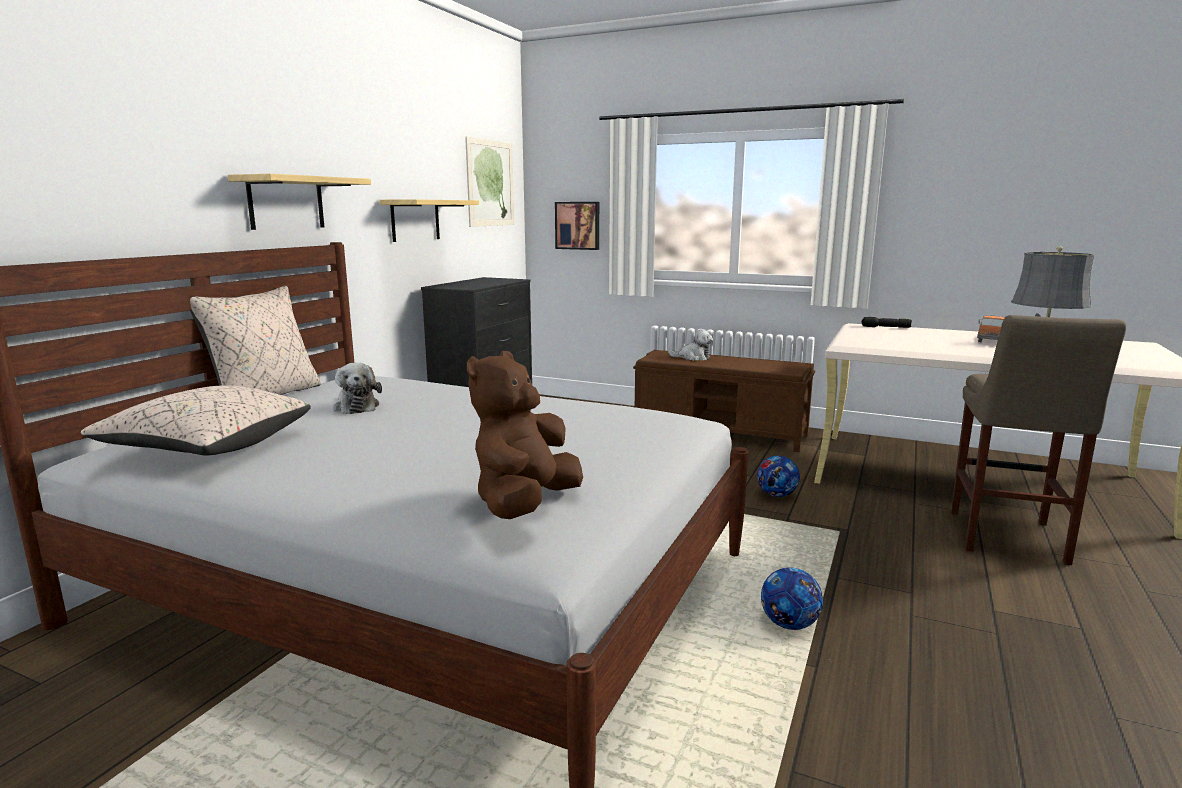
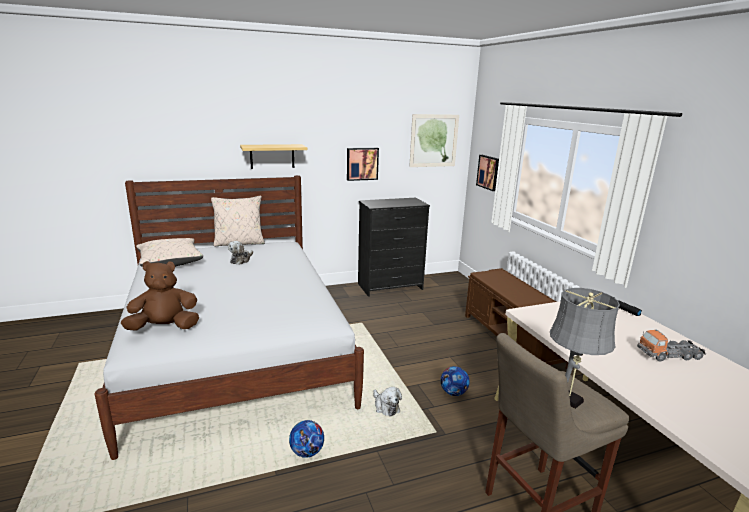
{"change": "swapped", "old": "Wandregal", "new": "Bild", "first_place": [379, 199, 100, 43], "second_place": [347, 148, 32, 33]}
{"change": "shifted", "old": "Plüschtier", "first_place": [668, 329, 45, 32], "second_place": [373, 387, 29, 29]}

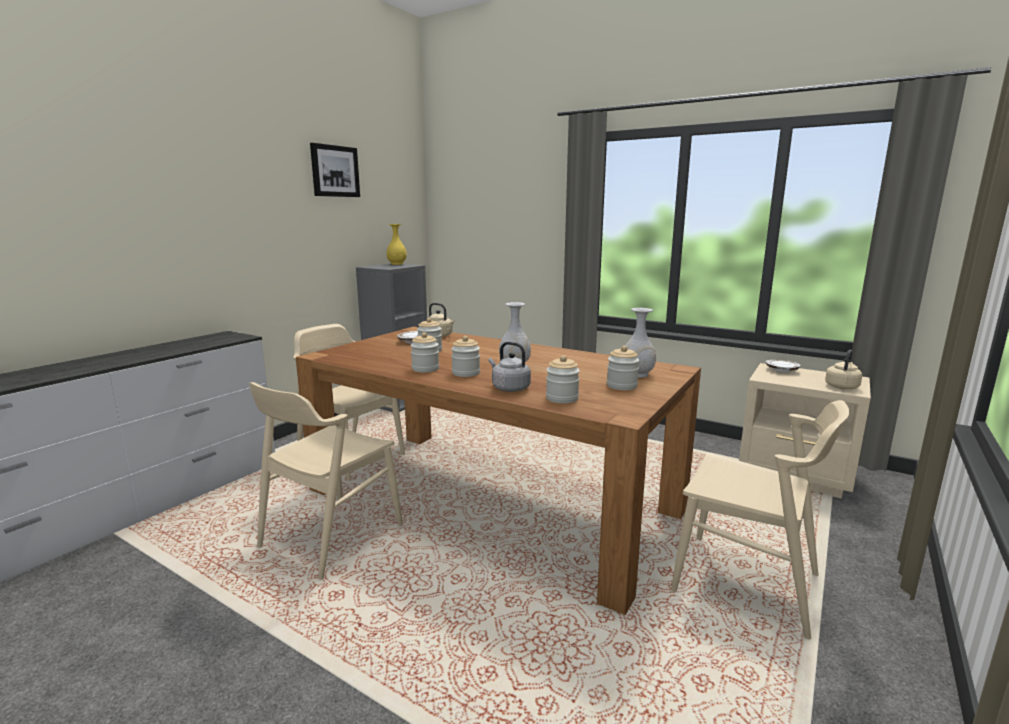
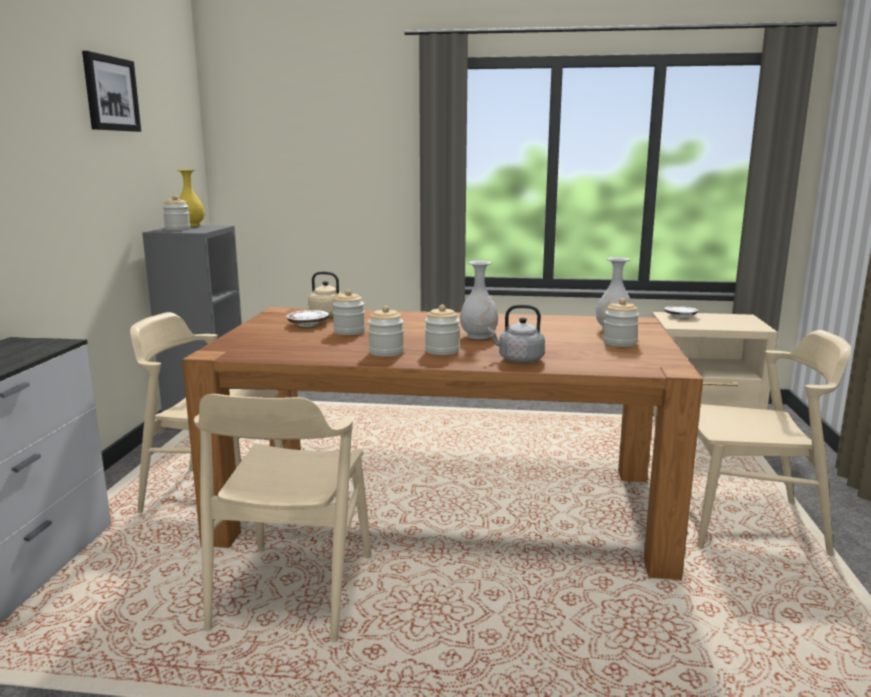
{"change": "shifted", "old": "Vorratsglas", "first_place": [546, 355, 34, 48], "second_place": [163, 195, 28, 36]}
{"change": "gone", "old": "Wasserkessel/beige", "first_place": [825, 350, 37, 39]}

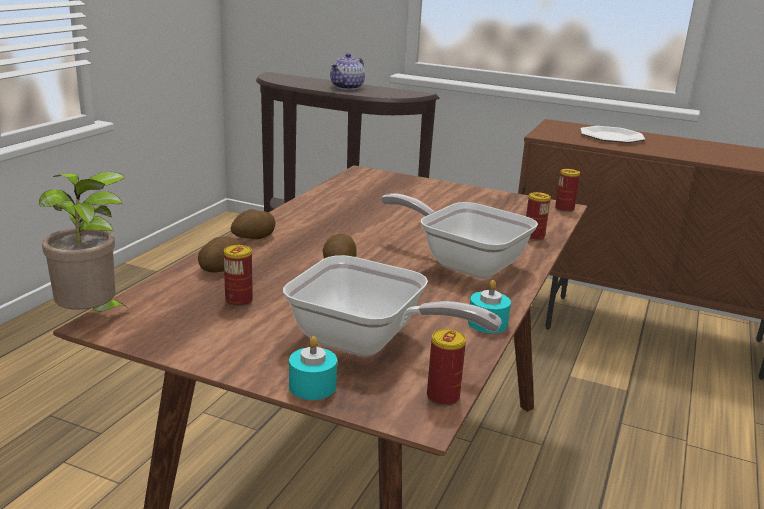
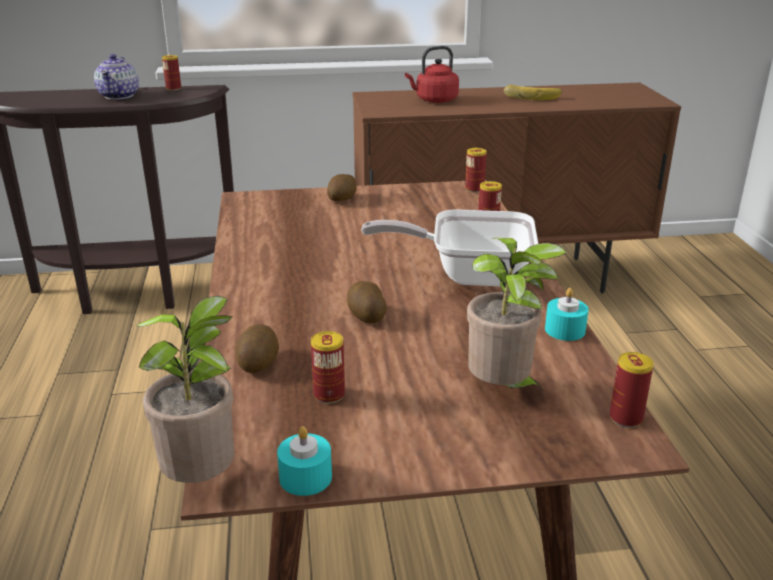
{"change": "new", "new": "Dose", "second_place": [162, 55, 19, 36]}
{"change": "shifted", "old": "Kerze/türkis", "first_place": [289, 336, 48, 64], "second_place": [277, 426, 55, 70]}
{"change": "shifted", "old": "Kartoffel", "first_place": [231, 209, 44, 30], "second_place": [327, 174, 30, 27]}
{"change": "swapped", "old": "Teller", "new": "Wasserkessel/rot", "first_place": [580, 126, 65, 17], "second_place": [405, 46, 54, 57]}
{"change": "swapped", "old": "Pfanne", "new": "Topfpflanze", "first_place": [283, 255, 219, 101], "second_place": [467, 238, 100, 154]}
{"change": "new", "new": "Banane", "second_place": [504, 85, 58, 15]}

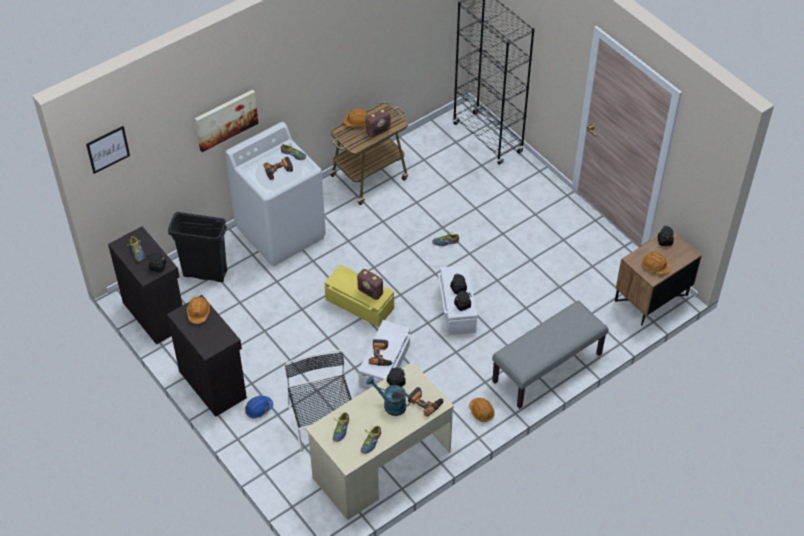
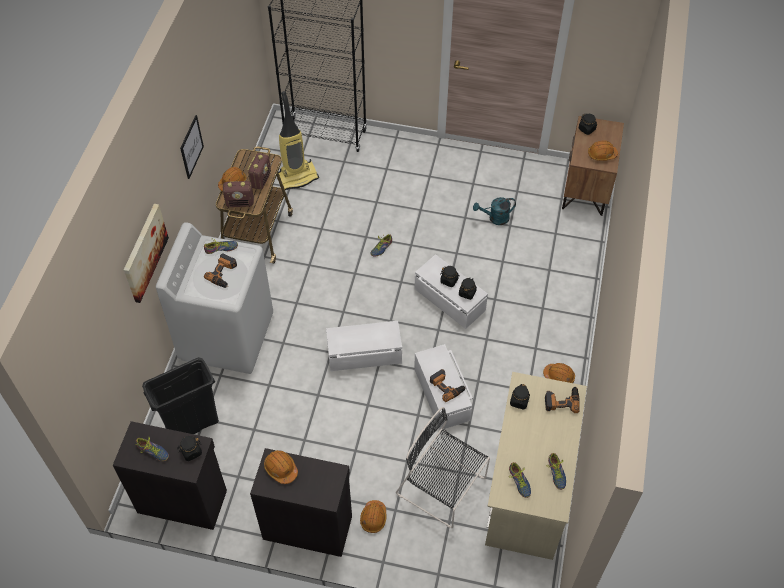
{"change": "shifted", "old": "Bild", "first_place": [86, 126, 44, 48], "second_place": [180, 115, 24, 64]}
{"change": "shifted", "old": "Radio", "first_place": [357, 269, 26, 31], "second_place": [223, 181, 31, 26]}
{"change": "new", "new": "Staubsauger", "second_place": [278, 91, 41, 99]}
{"change": "repainted", "old": "Aufbewahrungsbox/gelb", "new": "Aufbewahrungsbox/weiß", "first_place": [324, 264, 70, 63], "second_place": [326, 321, 76, 50]}
{"change": "repainted", "old": "Schutzhelm/blau", "new": "Schutzhelm/orange", "first_place": [245, 396, 28, 23], "second_place": [360, 500, 27, 33]}
{"change": "shifted", "old": "Gießkanne/türkis", "first_place": [366, 376, 45, 40], "second_place": [473, 197, 43, 28]}
{"change": "gone", "old": "Bank/grau", "first_place": [492, 300, 117, 109]}

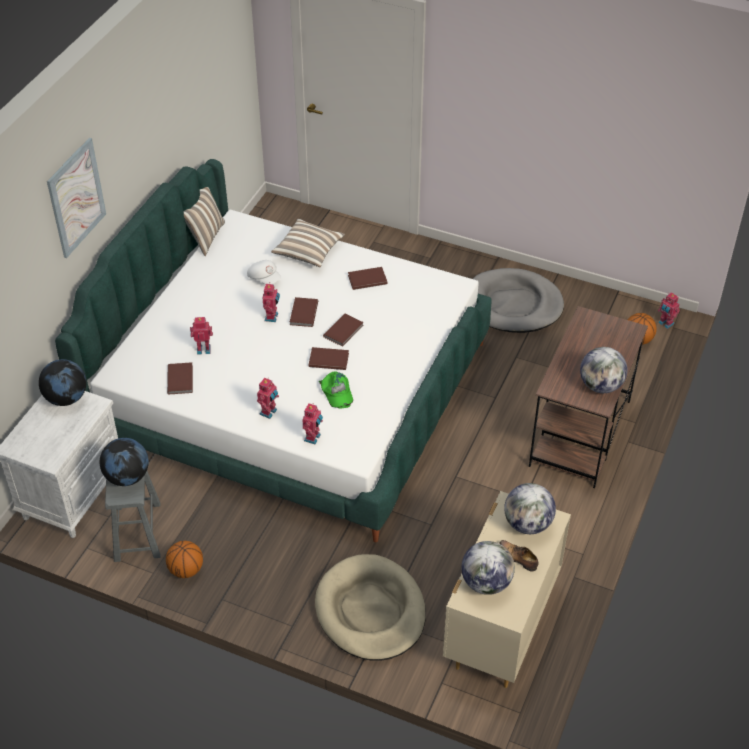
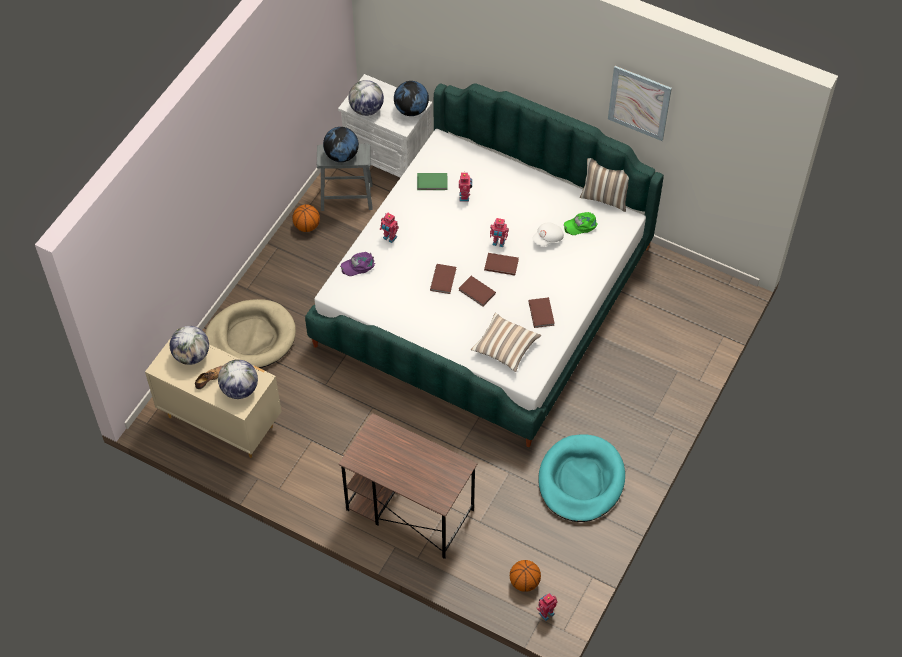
{"change": "swapped", "old": "Spielzeugroboter", "new": "Kappe/lila", "first_place": [302, 403, 21, 41], "second_place": [340, 252, 35, 24]}
{"change": "shifted", "old": "Globus", "first_place": [580, 347, 47, 46], "second_place": [348, 80, 36, 36]}
{"change": "repainted", "old": "Buch/braun", "new": "Buch/grün", "first_place": [167, 362, 26, 32], "second_place": [417, 173, 30, 17]}
{"change": "shifted", "old": "Kissen", "first_place": [271, 219, 74, 48], "second_place": [471, 313, 70, 59]}
{"change": "repainted", "old": "Hundebett/grau", "new": "Hundebett/türkis", "first_place": [473, 268, 91, 65], "second_place": [539, 434, 86, 88]}
{"change": "shifted", "old": "Kappe/grün", "first_place": [319, 371, 34, 38], "second_place": [563, 212, 35, 23]}
{"change": "shifted", "old": "Bild", "first_place": [47, 138, 59, 120], "second_place": [608, 66, 64, 75]}

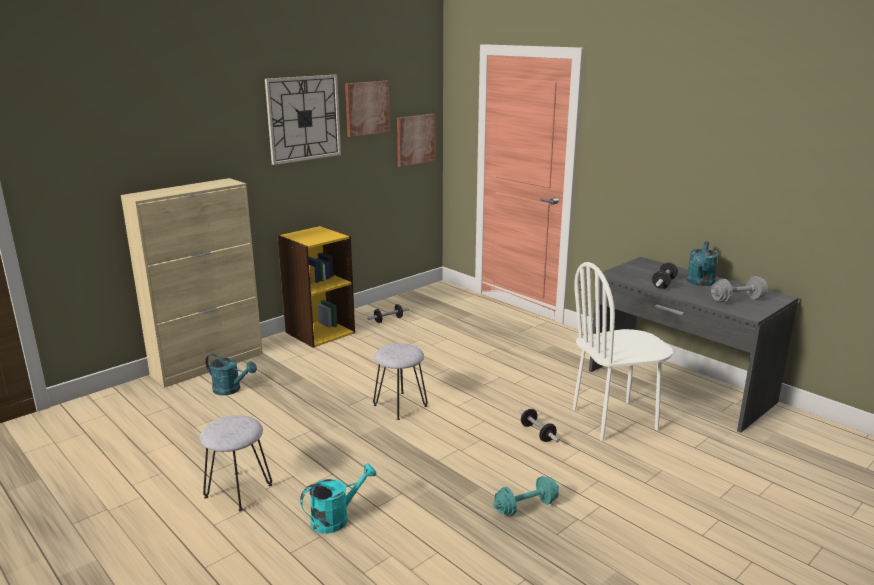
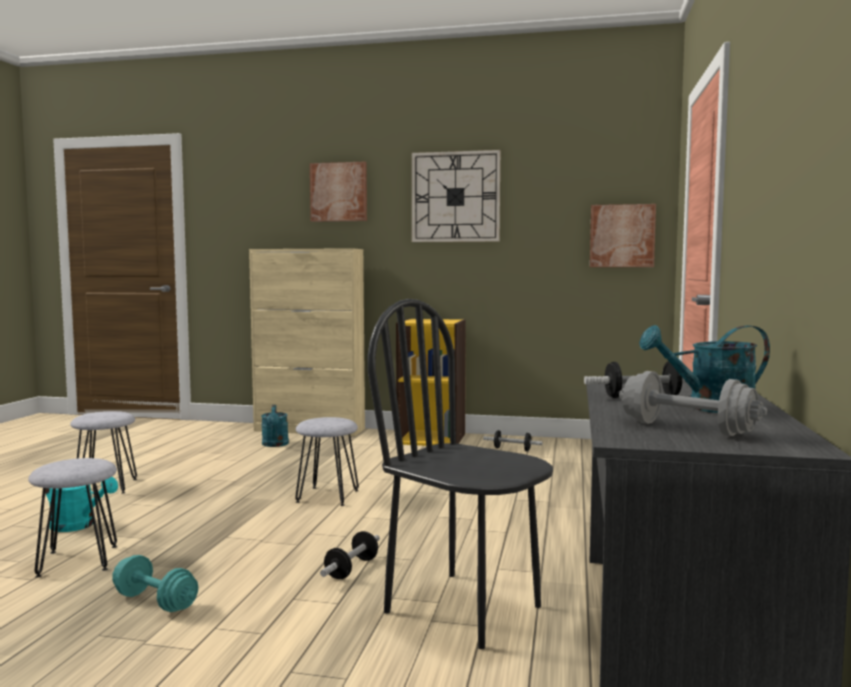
{"change": "new", "new": "Hocker/grau", "second_place": [28, 458, 89, 120]}
{"change": "shifted", "old": "Bild", "first_place": [345, 81, 45, 56], "second_place": [310, 162, 57, 60]}
{"change": "repainted", "old": "Stuhl/weiß", "new": "Stuhl/schwarz", "first_place": [573, 262, 100, 179], "second_place": [367, 299, 186, 350]}

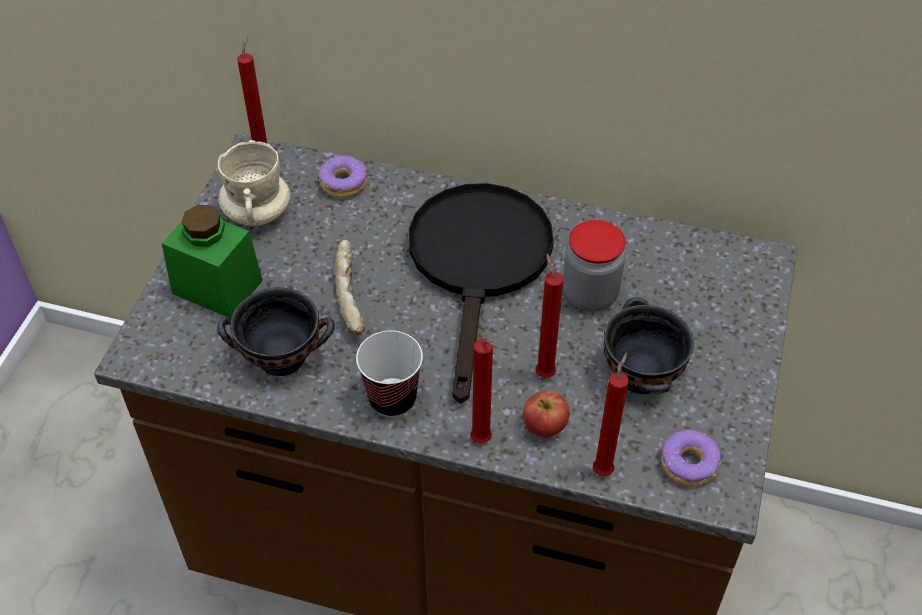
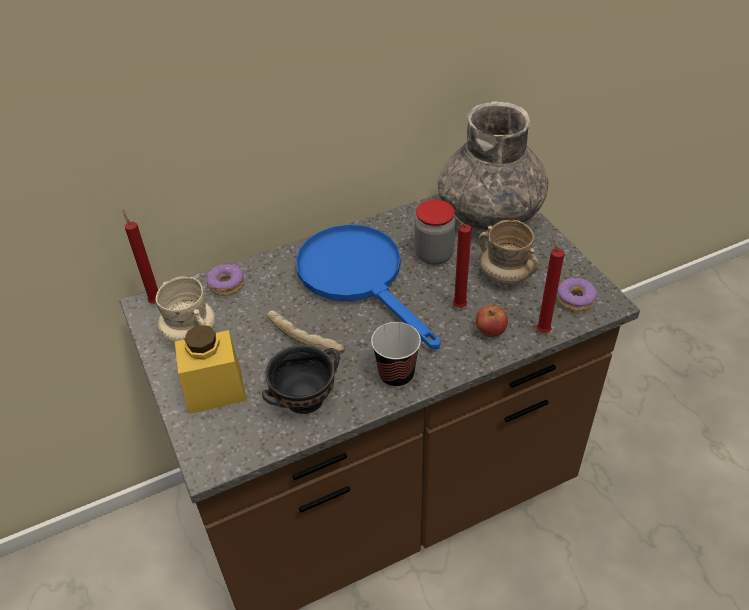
{"change": "repainted", "old": "Vorratsglas/grün", "new": "Vorratsglas/gelb", "first_place": [162, 205, 101, 112], "second_place": [175, 325, 72, 89]}
{"change": "repainted", "old": "Pfanne/schwarz", "new": "Pfanne/blau", "first_place": [409, 183, 145, 220], "second_place": [296, 224, 145, 125]}
{"change": "new", "new": "Vase/grau", "second_place": [438, 101, 110, 129]}
{"change": "swapped", "old": "Schüssel/schwarz", "new": "Henkelbecher/beige", "first_place": [604, 297, 90, 97], "second_place": [479, 220, 60, 65]}
{"change": "gone", "old": "Kerze/rot", "first_place": [470, 339, 27, 105]}

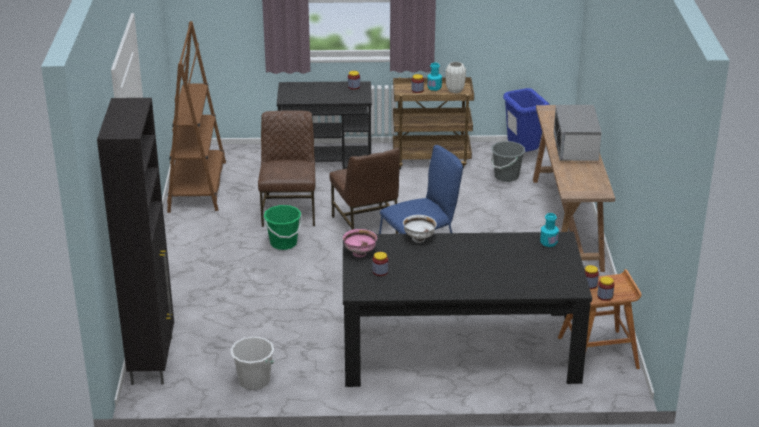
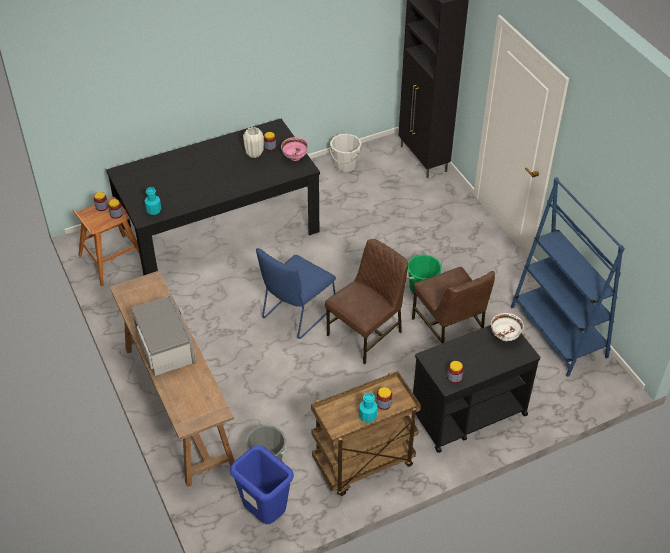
{"change": "shifted", "old": "Vase/weiß", "first_place": [446, 62, 20, 31], "second_place": [243, 127, 21, 31]}
{"change": "rotated", "old": "Stuhl/braun", "first_place": [330, 148, 70, 86], "second_place": [325, 239, 83, 125], "degrees": 90}
{"change": "shifted", "old": "Schüssel/weiß", "first_place": [403, 215, 34, 28], "second_place": [491, 313, 33, 28]}
{"change": "repainted", "old": "Bücherregal/braun", "new": "Bücherregal/blau", "first_place": [167, 21, 59, 192], "second_place": [511, 177, 114, 200]}

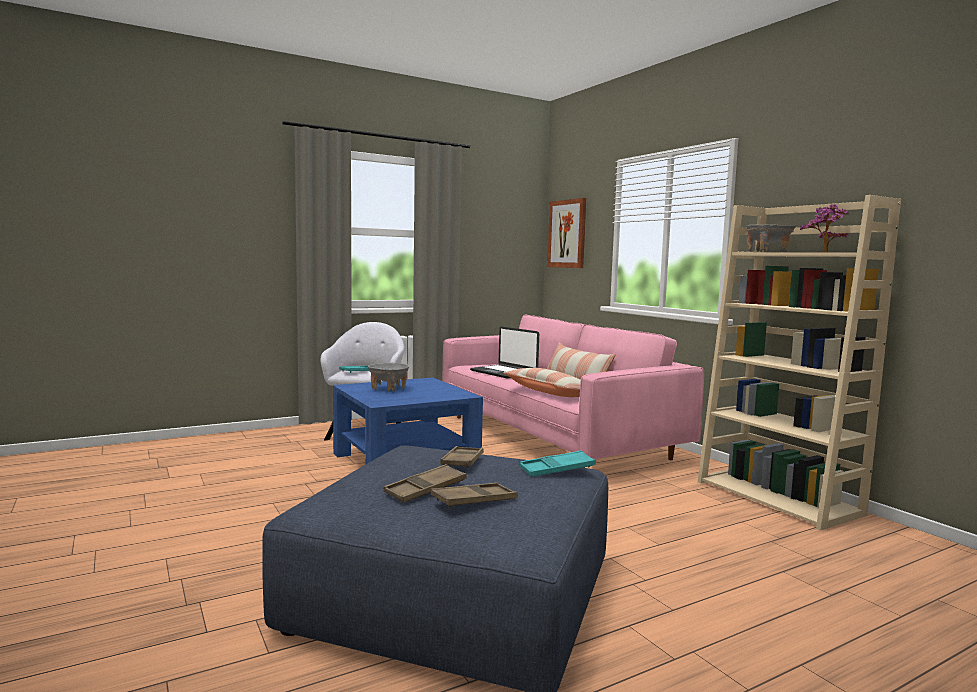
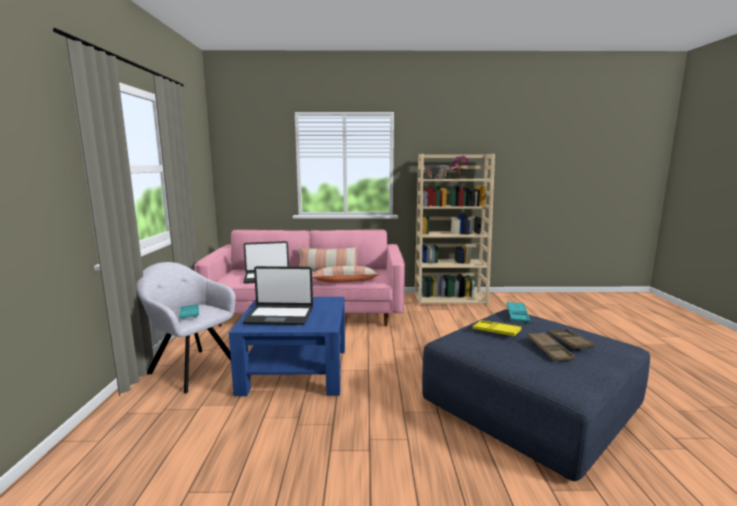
{"change": "swapped", "old": "Schüssel/grau", "new": "Laptop", "first_place": [368, 362, 41, 30], "second_place": [243, 266, 70, 59]}
{"change": "repainted", "old": "Tablett/braun", "new": "Tablett/gelb", "first_place": [440, 446, 44, 23], "second_place": [473, 320, 48, 17]}
{"change": "gone", "old": "Bild", "first_place": [547, 198, 40, 70]}

